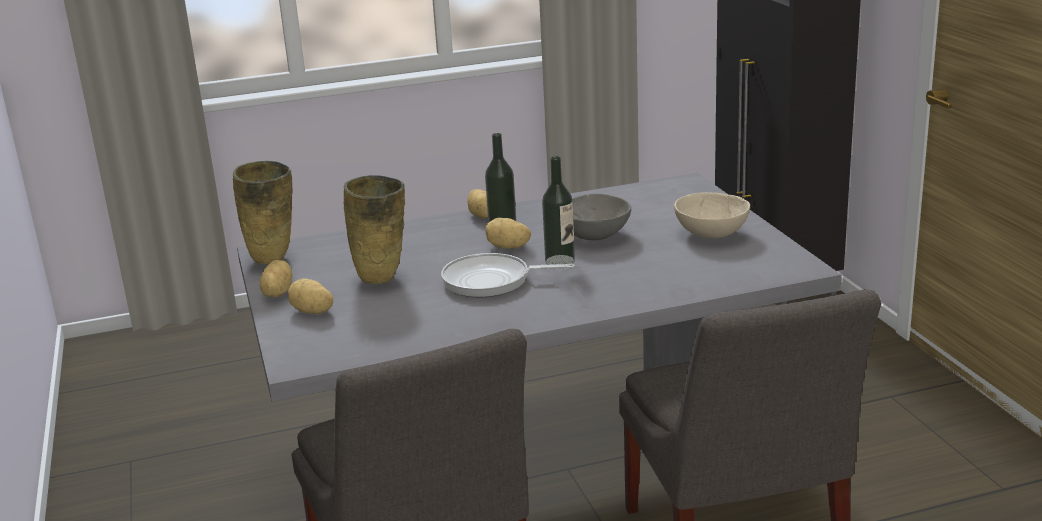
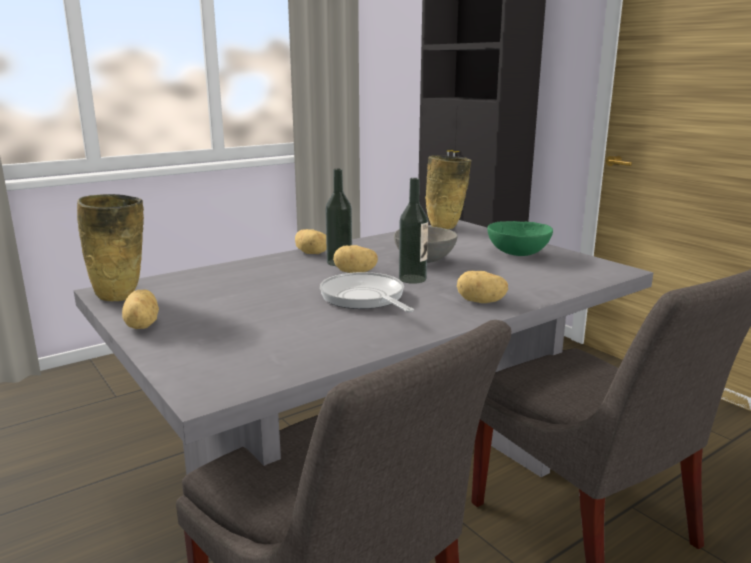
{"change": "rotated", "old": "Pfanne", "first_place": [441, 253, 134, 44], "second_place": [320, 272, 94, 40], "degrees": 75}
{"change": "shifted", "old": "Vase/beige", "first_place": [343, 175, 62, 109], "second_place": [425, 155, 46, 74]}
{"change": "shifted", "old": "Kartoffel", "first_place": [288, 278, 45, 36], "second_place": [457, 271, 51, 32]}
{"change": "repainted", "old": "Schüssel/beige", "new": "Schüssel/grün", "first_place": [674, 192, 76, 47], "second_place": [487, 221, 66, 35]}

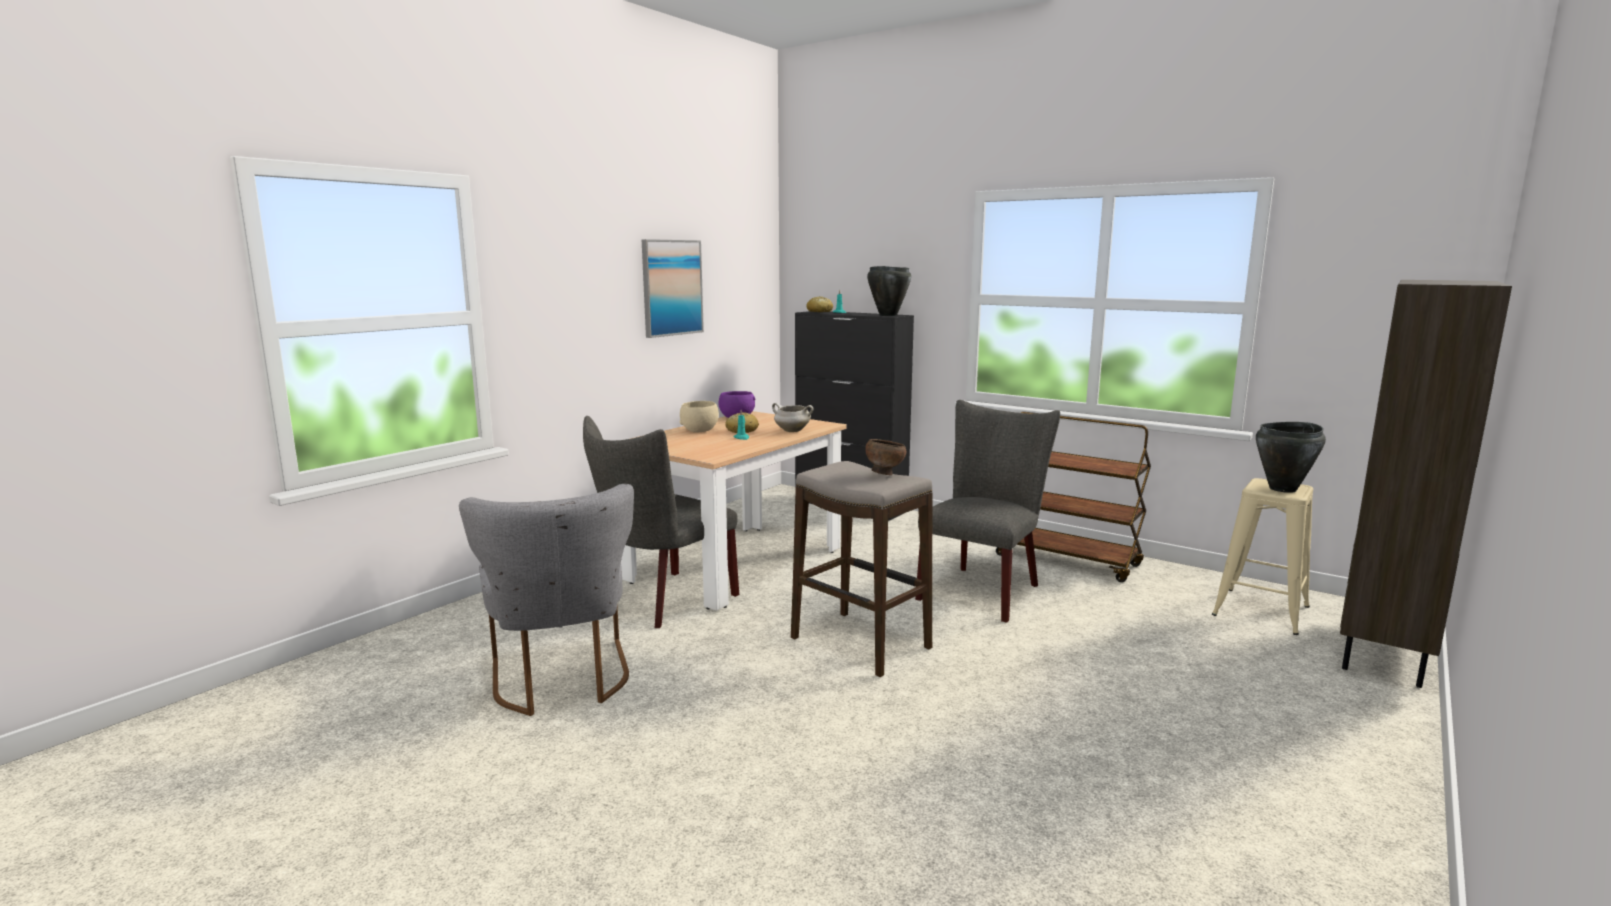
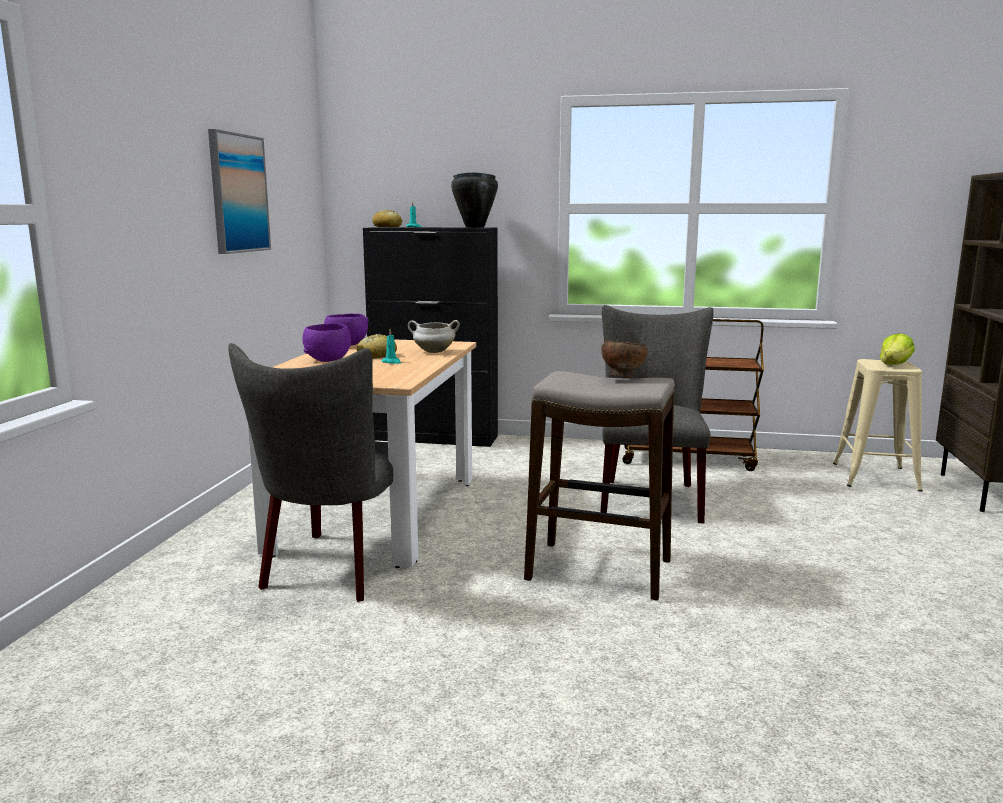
{"change": "repainted", "old": "Schüssel/beige", "new": "Schüssel/lila", "first_place": [679, 401, 40, 32], "second_place": [302, 324, 49, 38]}
{"change": "swapped", "old": "Kochtopf/schwarz", "new": "Salatkopf", "first_place": [1256, 422, 70, 71], "second_place": [880, 333, 35, 32]}
{"change": "gone", "old": "Stuhl/grau", "first_place": [459, 484, 175, 232]}

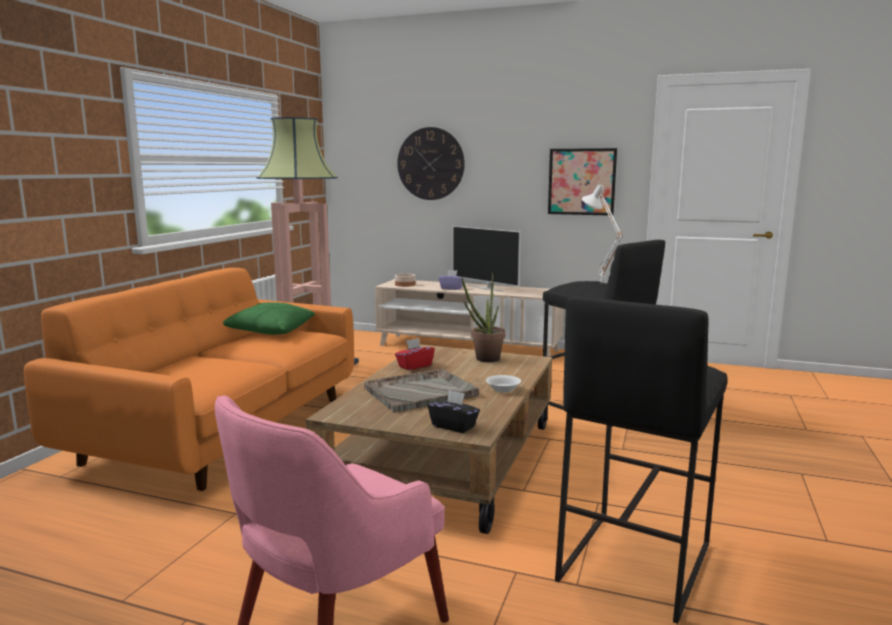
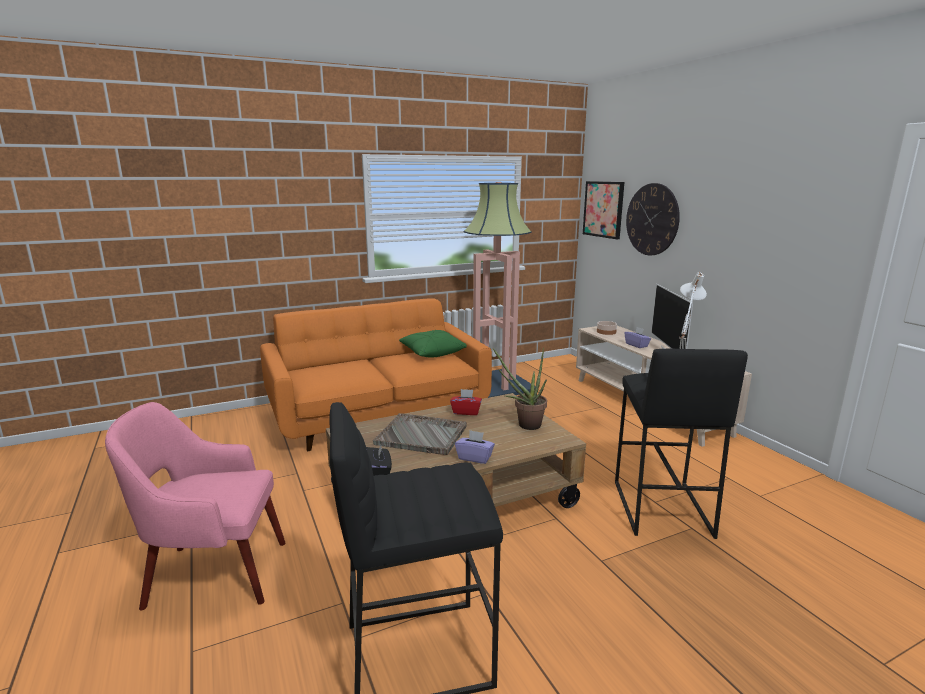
{"change": "swapped", "old": "Schüssel/weiß", "new": "Taschentuchbox/lila", "first_place": [486, 375, 35, 18], "second_place": [455, 430, 40, 34]}
{"change": "shifted", "old": "Bild", "first_place": [548, 148, 69, 68], "second_place": [583, 181, 41, 58]}

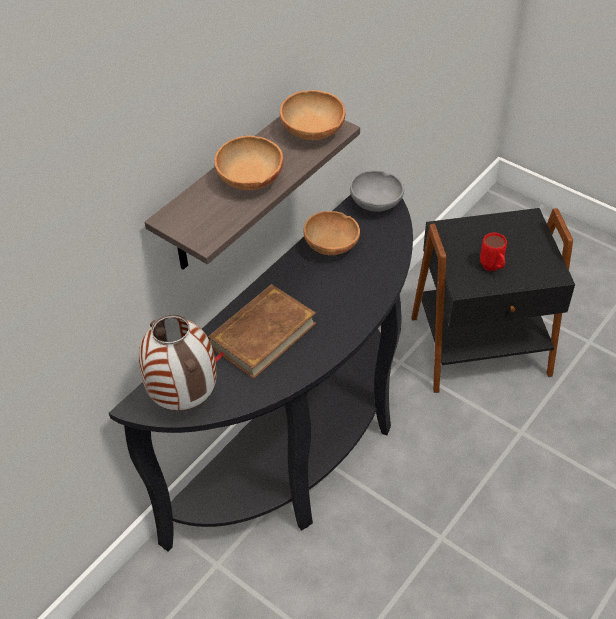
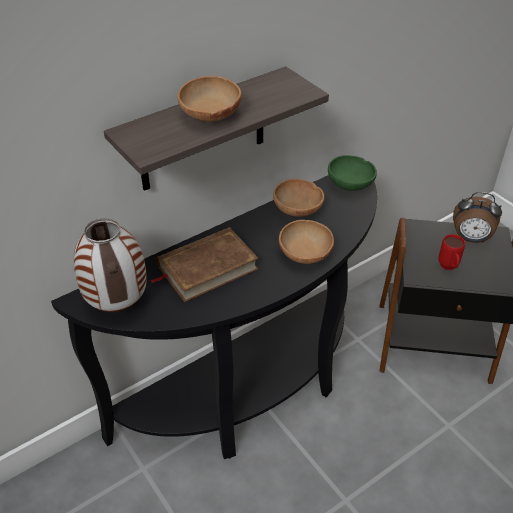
{"change": "shifted", "old": "Schüssel/braun", "first_place": [280, 90, 65, 50], "second_place": [279, 220, 55, 44]}
{"change": "repainted", "old": "Schüssel/grau", "new": "Schüssel/grün", "first_place": [350, 170, 54, 42], "second_place": [328, 155, 49, 36]}
{"change": "new", "new": "Wecker", "second_place": [453, 192, 49, 51]}

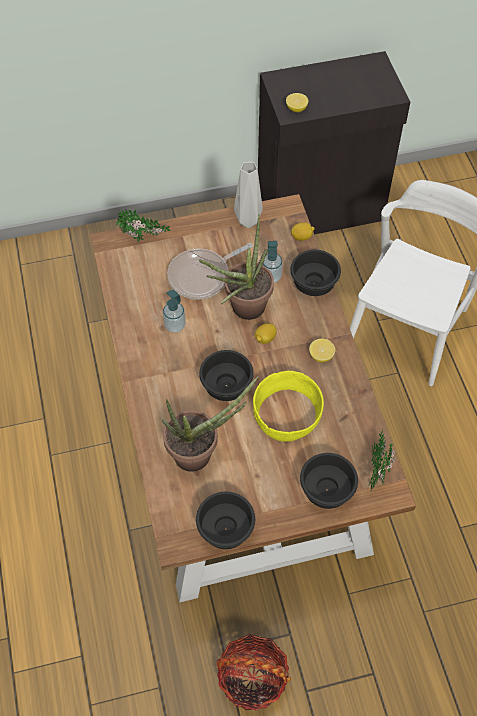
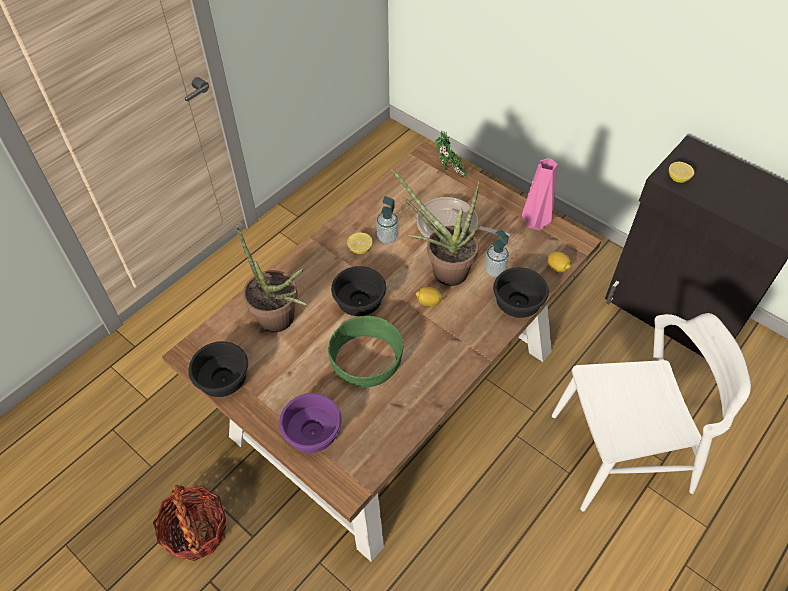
{"change": "repainted", "old": "Schüssel/schwarz", "new": "Schüssel/lila", "first_place": [300, 453, 58, 56], "second_place": [279, 393, 63, 60]}
{"change": "repainted", "old": "Schüssel/gelb", "new": "Schüssel/grün", "first_place": [253, 371, 71, 71], "second_place": [328, 316, 75, 71]}
{"change": "shifted", "old": "Zitrone", "first_place": [309, 339, 26, 23], "second_place": [347, 232, 26, 22]}
{"change": "repainted", "old": "Vase/grau", "new": "Vase/rosa", "first_place": [234, 162, 29, 66], "second_place": [522, 158, 36, 72]}
{"change": "gone", "old": "Topfpflanze", "first_place": [369, 430, 26, 60]}

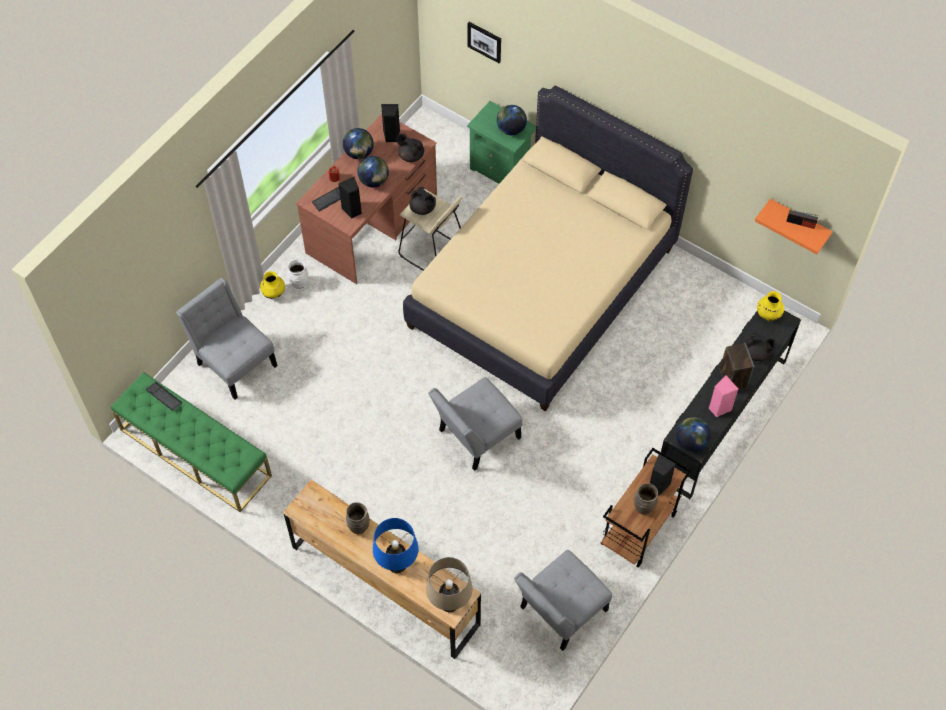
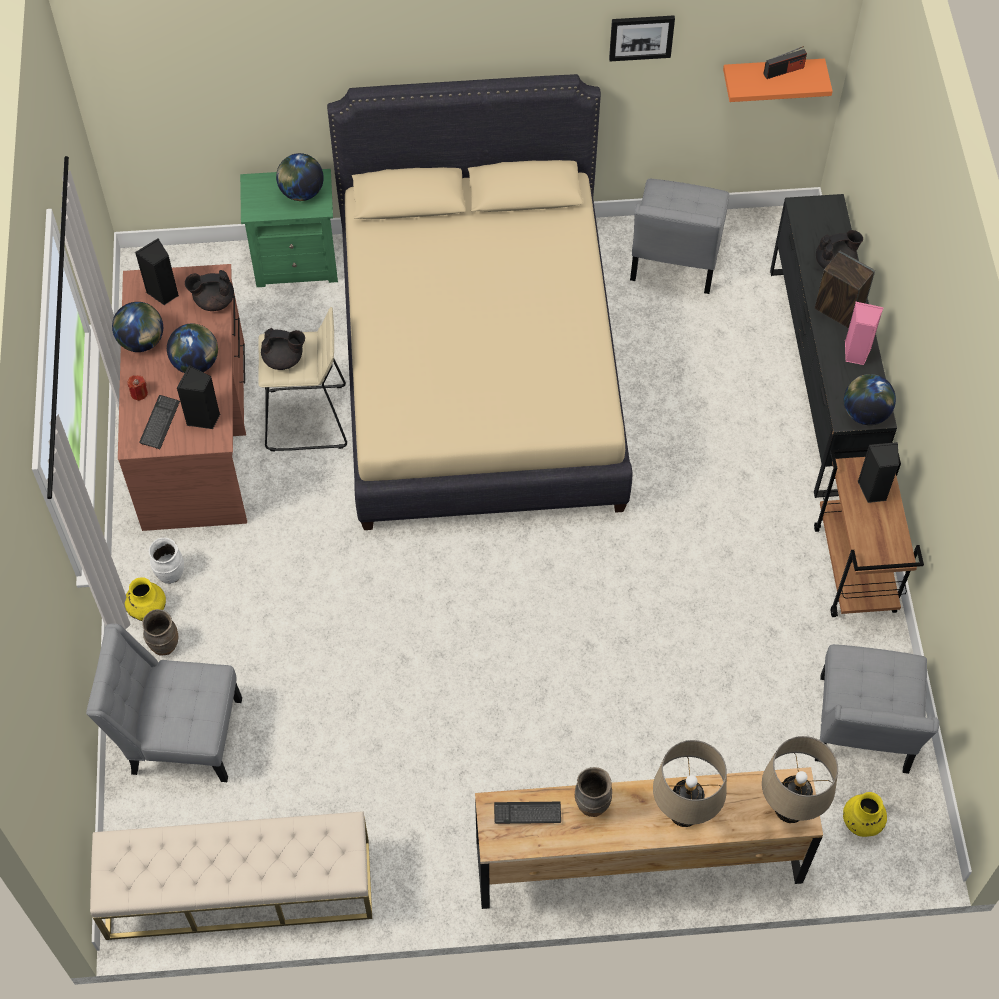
{"change": "repainted", "old": "Bank/grün", "new": "Bank/beige", "first_place": [111, 372, 161, 140], "second_place": [90, 811, 282, 129]}
{"change": "shifted", "old": "Vase/braun", "first_place": [634, 483, 24, 32], "second_place": [142, 609, 36, 46]}
{"change": "shifted", "old": "Tastatur", "first_place": [146, 382, 37, 29], "second_place": [494, 802, 67, 22]}
{"change": "shifted", "old": "Bild", "first_place": [467, 22, 34, 41], "second_place": [609, 15, 66, 46]}
{"change": "shifted", "old": "Stuhl/grau", "first_place": [428, 377, 95, 94], "second_place": [630, 179, 99, 115]}
{"change": "repainted", "old": "Tischlampe/blau", "new": "Tischlampe/beige", "first_place": [373, 518, 46, 56], "second_place": [653, 740, 74, 87]}
{"change": "shifted", "old": "Vase/gelb", "first_place": [757, 291, 27, 30], "second_place": [843, 792, 44, 45]}

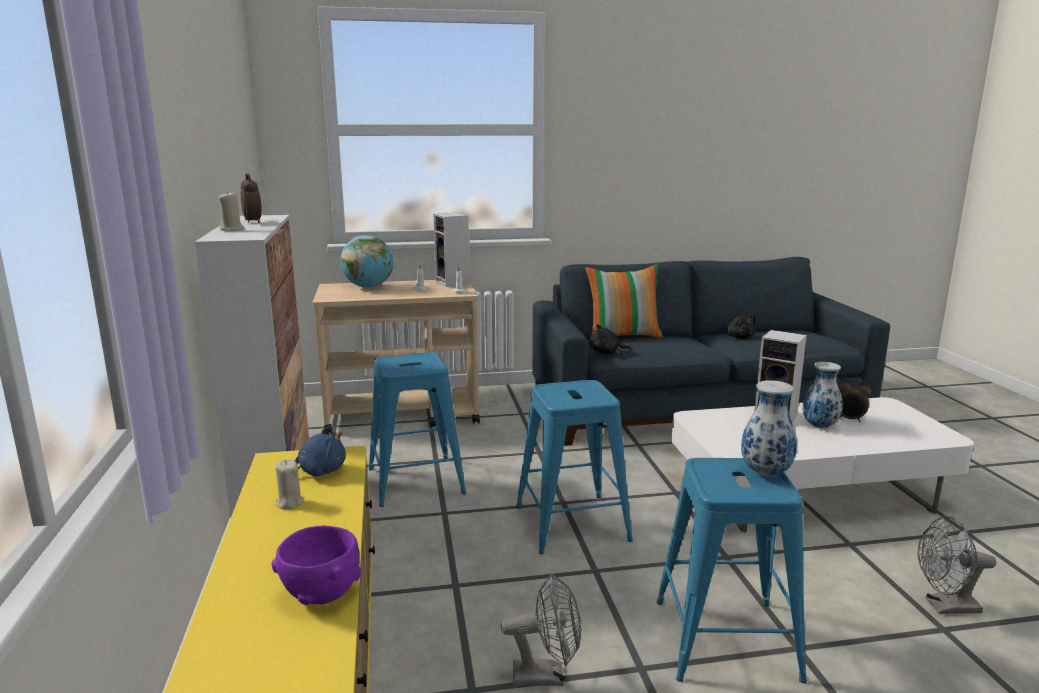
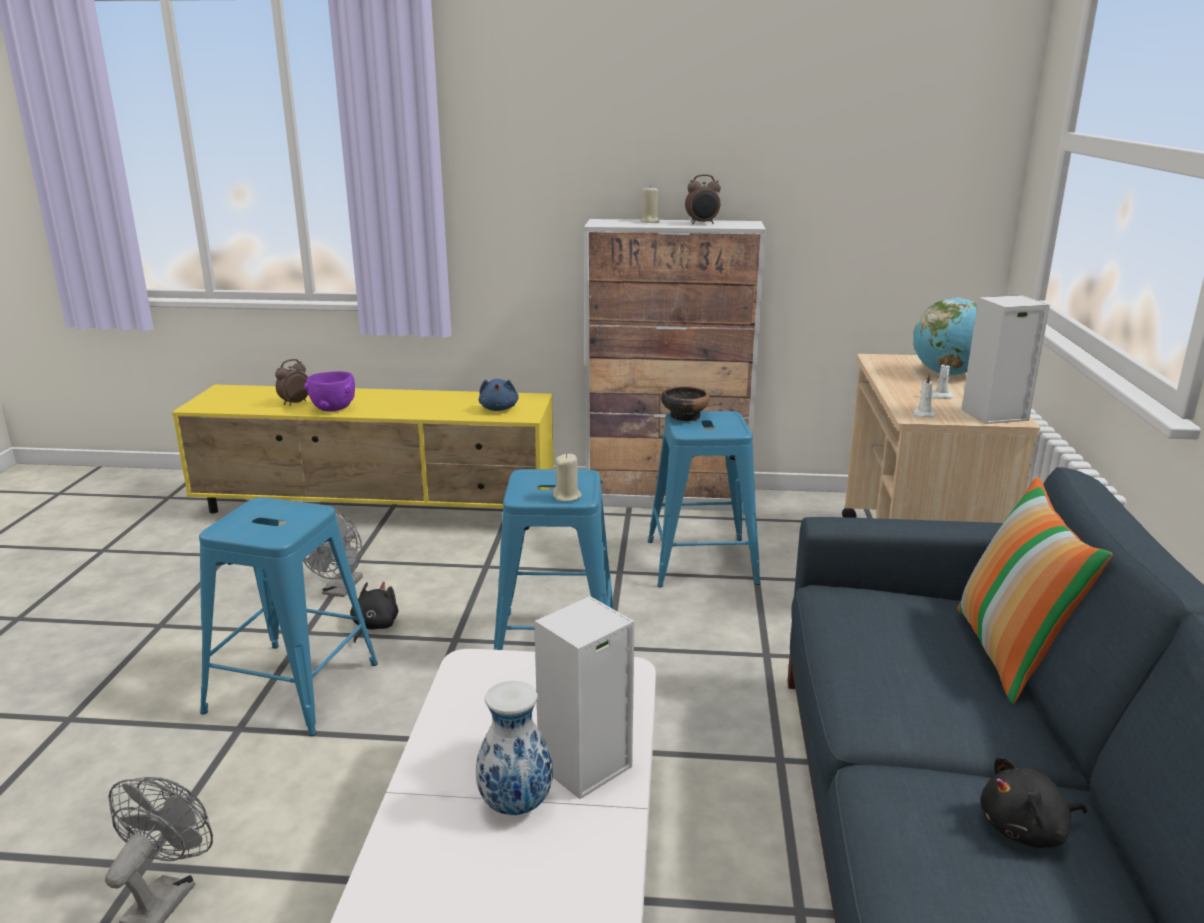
{"change": "shifted", "old": "Wecker", "first_place": [838, 379, 33, 43], "second_place": [275, 359, 33, 47]}
{"change": "shifted", "old": "Plüschtier/schwarz", "first_place": [589, 324, 43, 30], "second_place": [350, 582, 49, 61]}
{"change": "shifted", "old": "Kerze/beige", "first_place": [275, 459, 28, 50], "second_place": [553, 453, 29, 48]}
{"change": "new", "new": "Schüssel", "second_place": [661, 386, 49, 35]}
{"change": "gone", "old": "Vase", "first_place": [741, 380, 56, 97]}

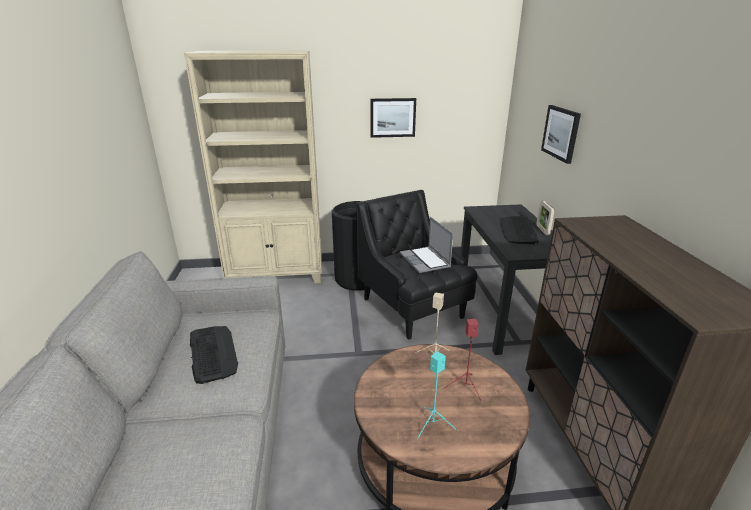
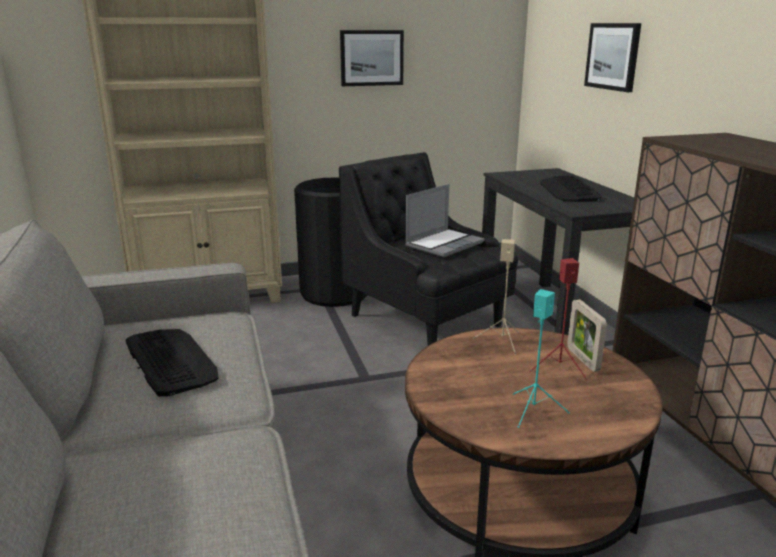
{"change": "rotated", "old": "Laptop", "first_place": [400, 217, 53, 56], "second_place": [405, 184, 79, 74], "degrees": -105}
{"change": "shifted", "old": "Bilderrahmen", "first_place": [536, 201, 18, 34], "second_place": [567, 299, 40, 73]}

